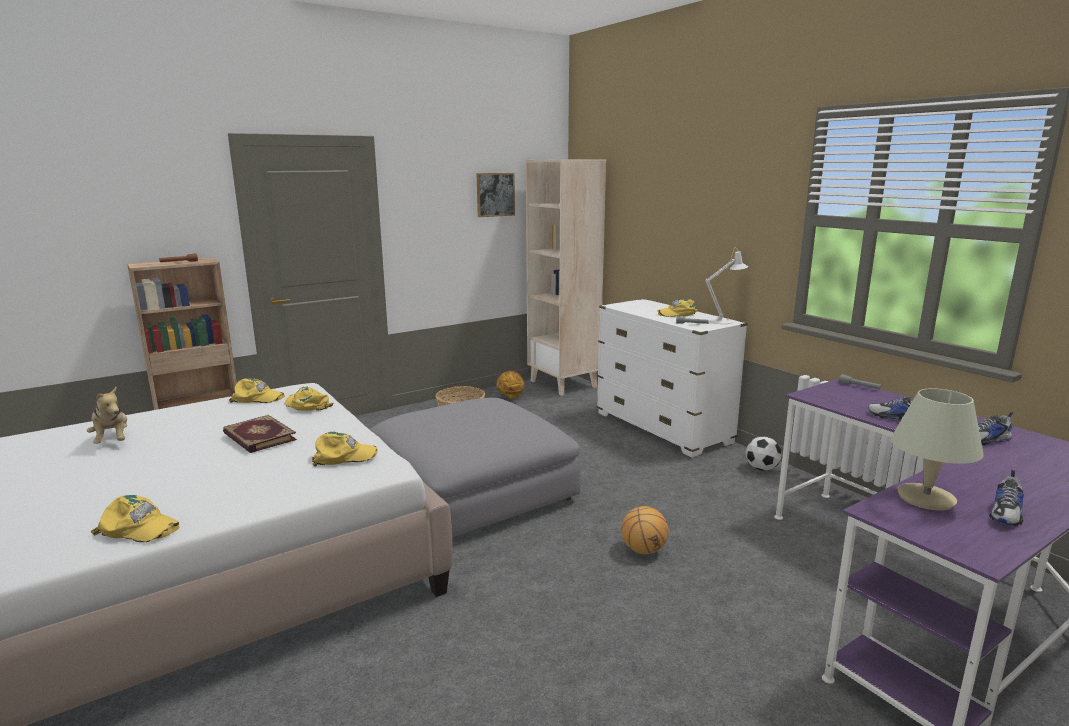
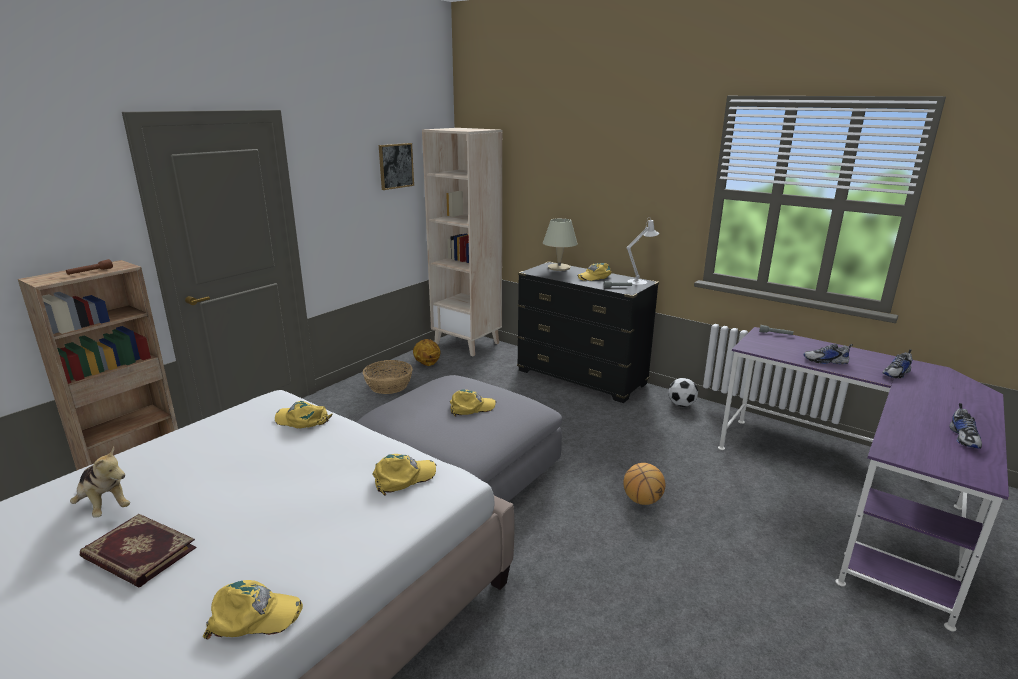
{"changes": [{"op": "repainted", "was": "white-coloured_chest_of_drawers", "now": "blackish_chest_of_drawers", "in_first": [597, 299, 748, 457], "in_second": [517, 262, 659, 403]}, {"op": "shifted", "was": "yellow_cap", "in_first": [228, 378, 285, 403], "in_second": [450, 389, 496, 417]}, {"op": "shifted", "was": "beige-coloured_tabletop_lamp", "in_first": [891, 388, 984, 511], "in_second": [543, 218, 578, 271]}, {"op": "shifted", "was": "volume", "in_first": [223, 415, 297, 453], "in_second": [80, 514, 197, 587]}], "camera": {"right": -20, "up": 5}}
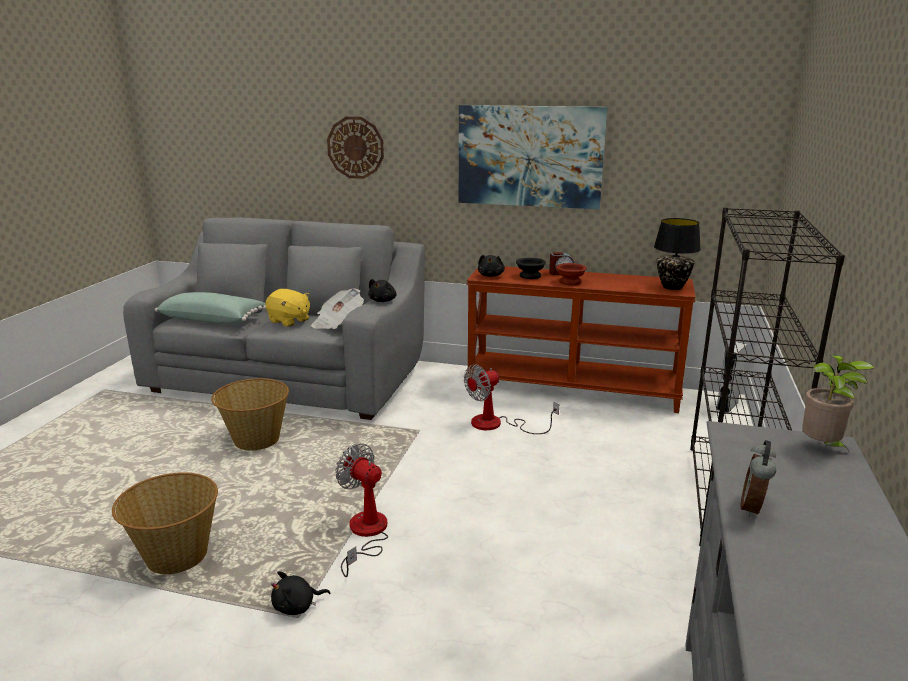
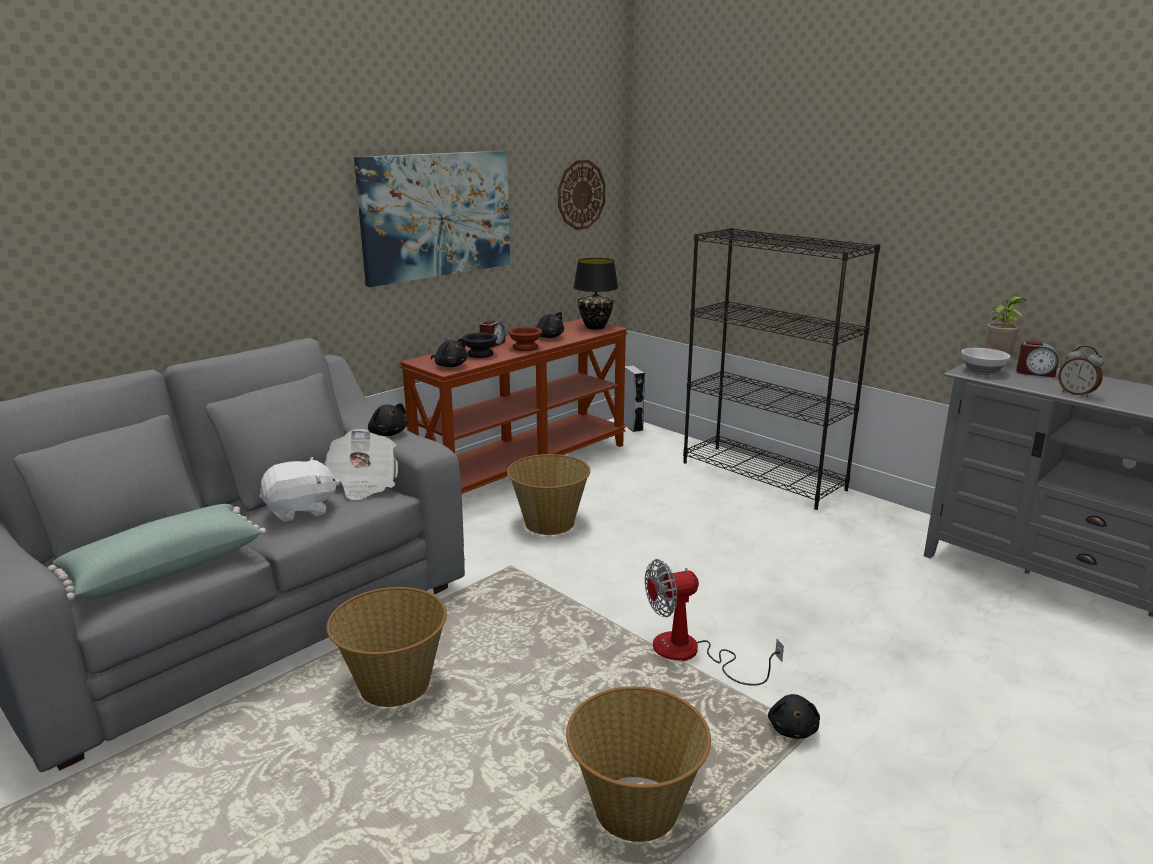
{"changes": [{"op": "shifted", "was": "wall_clock", "in_first": [327, 117, 384, 179], "in_second": [558, 160, 605, 230]}, {"op": "repainted", "was": "yellow_plush_toy", "now": "white-coloured_plush_toy", "in_first": [265, 289, 310, 327], "in_second": [260, 457, 340, 522]}, {"op": "swapped", "was": "fan", "now": "storage_basket", "in_first": [464, 364, 559, 434], "in_second": [507, 454, 590, 535]}, {"op": "new", "now": "blackish_plush_toy", "in_second": [536, 312, 564, 338]}, {"op": "new", "now": "alarm_clock", "in_second": [1016, 341, 1058, 377]}, {"op": "new", "now": "serving_bowl", "in_second": [961, 348, 1010, 375]}], "camera": {"right": -60, "up": 0}}
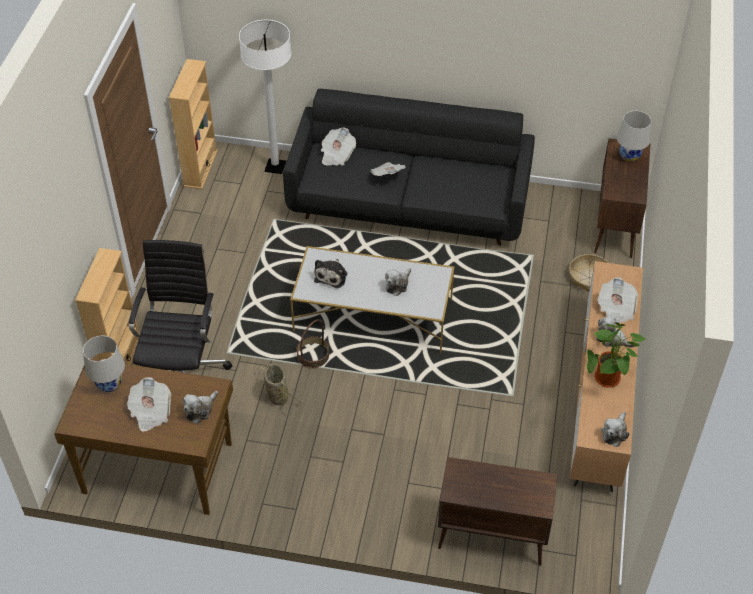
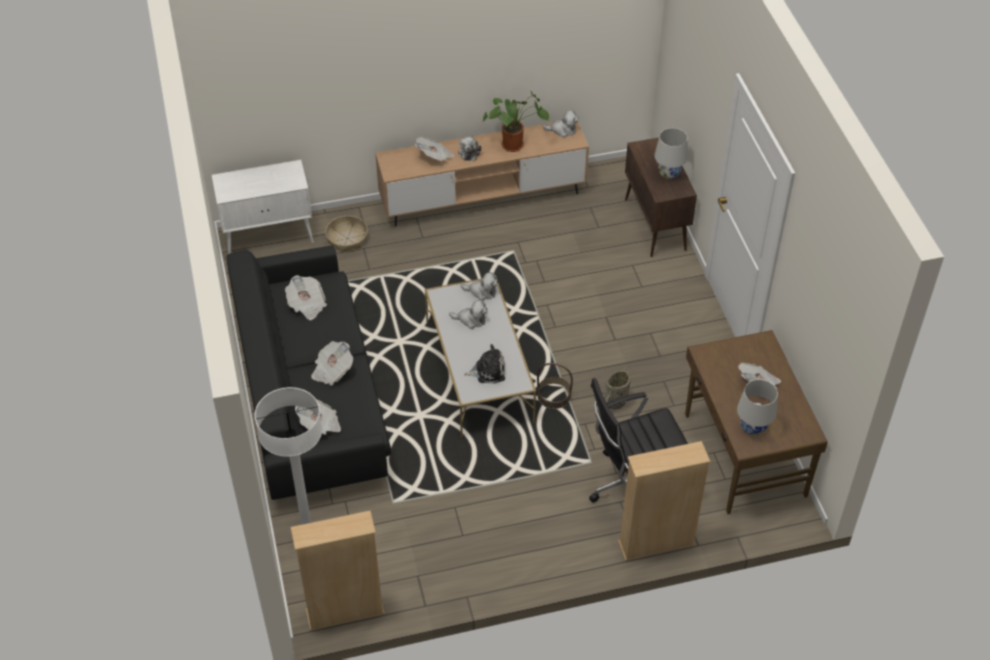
{"changes": [{"op": "shifted", "was": "white-coloured_tabletop_lamp", "in_first": [617, 111, 651, 162], "in_second": [654, 128, 688, 180]}, {"op": "repainted", "was": "brown_storage_cabinet", "now": "white-coloured_storage_cabinet", "in_first": [594, 139, 651, 258], "in_second": [212, 160, 314, 254]}, {"op": "shifted", "was": "plush_toy", "in_first": [183, 391, 218, 424], "in_second": [461, 272, 498, 301]}, {"op": "new", "now": "daily_paper", "in_second": [285, 275, 327, 320]}], "camera": {"right": -115, "up": 0}}
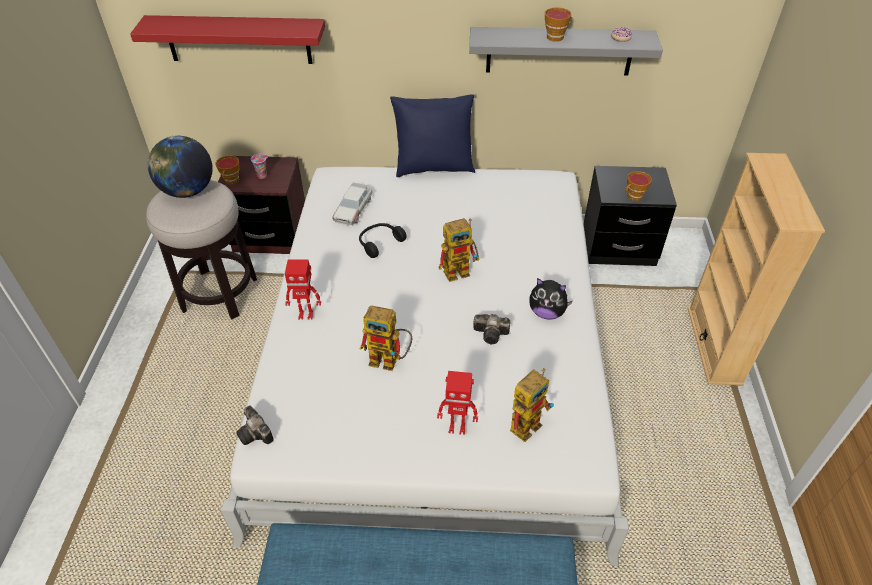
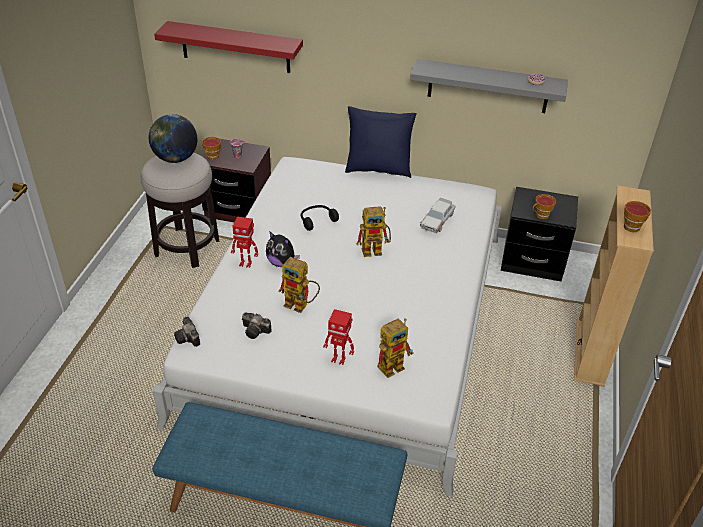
{"changes": [{"op": "shifted", "was": "cup", "in_first": [545, 8, 572, 42], "in_second": [624, 201, 651, 232]}, {"op": "shifted", "was": "model_car", "in_first": [332, 183, 372, 226], "in_second": [420, 198, 455, 234]}, {"op": "shifted", "was": "plush_toy", "in_first": [529, 278, 573, 320], "in_second": [266, 231, 300, 267]}, {"op": "shifted", "was": "photo_camera", "in_first": [473, 314, 510, 344], "in_second": [242, 312, 272, 339]}], "camera": {"right": 10, "up": -5}}
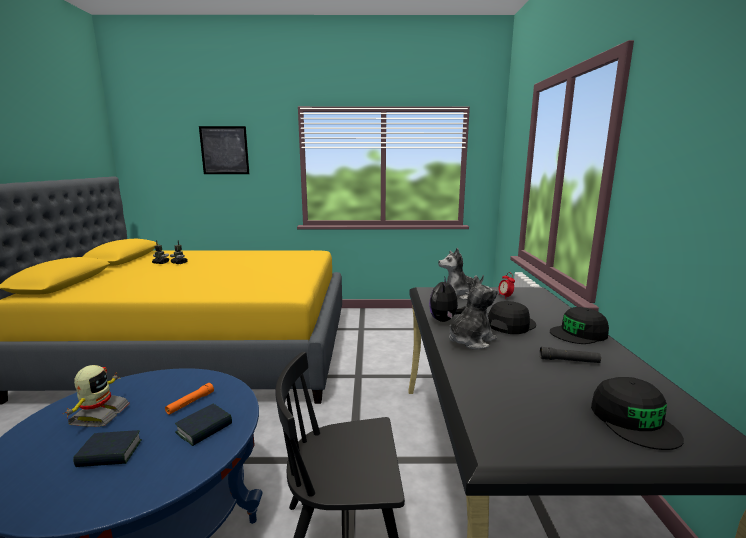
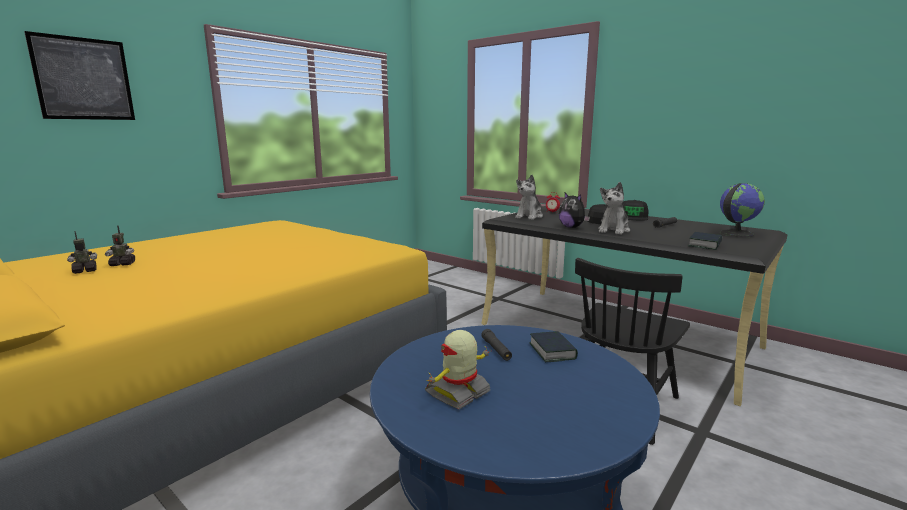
{"changes": [{"op": "rotated", "was": "plush_toy", "in_first": [449, 276, 498, 349], "in_second": [598, 182, 630, 235], "clockwise": -150}, {"op": "rotated", "was": "robot_figure", "in_first": [65, 365, 130, 427], "in_second": [425, 330, 490, 409], "clockwise": -90}, {"op": "swapped", "was": "blackish_cap", "now": "desk_globe", "in_first": [591, 377, 684, 450], "in_second": [720, 183, 765, 237]}, {"op": "repainted", "was": "orange_hand_torch", "now": "blackish_hand_torch", "in_first": [165, 383, 214, 415], "in_second": [481, 329, 512, 361]}, {"op": "shifted", "was": "volume", "in_first": [73, 430, 142, 467], "in_second": [688, 232, 722, 250]}], "camera": {"right": -50, "up": 0}}
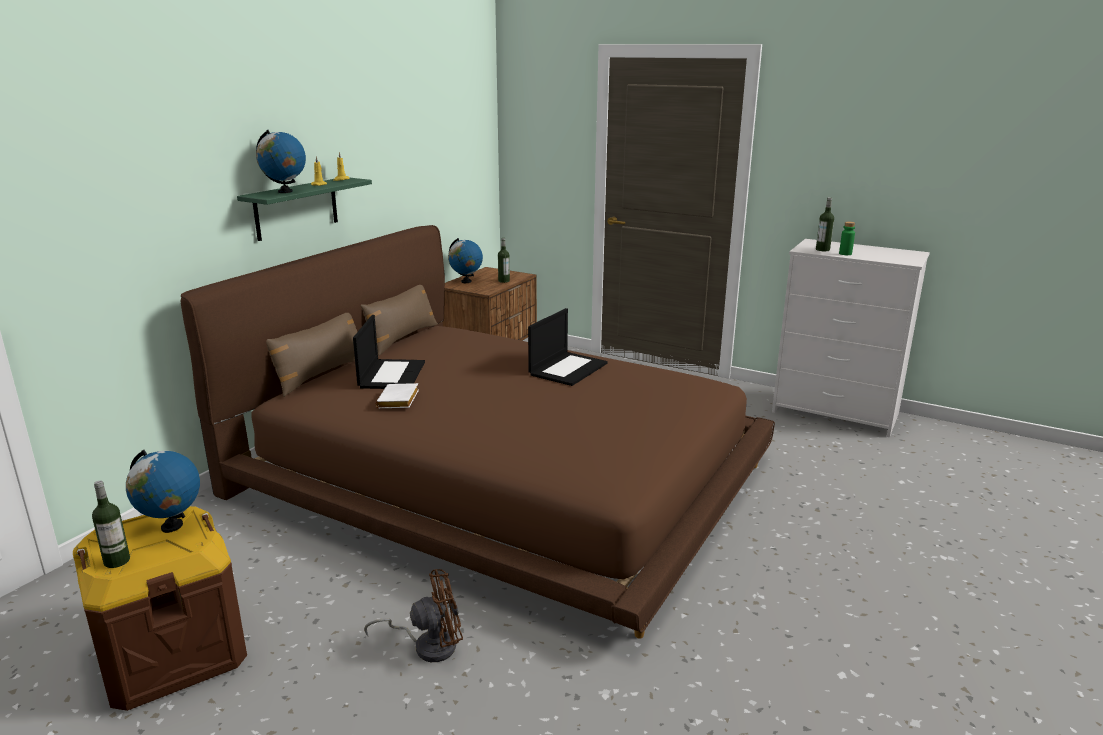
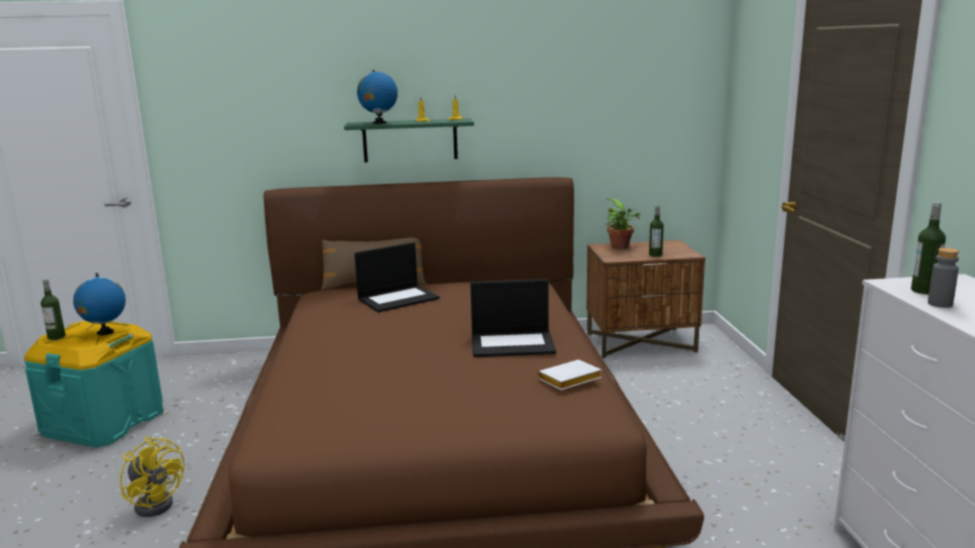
{"changes": [{"op": "repainted", "was": "greenish_beverage_bottle", "now": "greyish_beverage_bottle", "in_first": [839, 222, 855, 255], "in_second": [928, 248, 959, 308]}, {"op": "swapped", "was": "desk_globe", "now": "plant_in_a_pot", "in_first": [448, 238, 483, 283], "in_second": [606, 198, 640, 249]}, {"op": "gone", "was": "brown_throw_pillow", "in_first": [361, 285, 438, 356]}, {"op": "shifted", "was": "white-coloured_volume", "in_first": [376, 383, 419, 408], "in_second": [538, 360, 602, 390]}, {"op": "repainted", "was": "brown_storage_bin", "now": "turquoise_storage_bin", "in_first": [73, 506, 247, 711], "in_second": [24, 321, 163, 448]}, {"op": "repainted", "was": "brown_fan", "now": "yellow_fan", "in_first": [364, 569, 463, 662], "in_second": [120, 437, 185, 517]}], "camera": {"right": 55, "up": -5}}
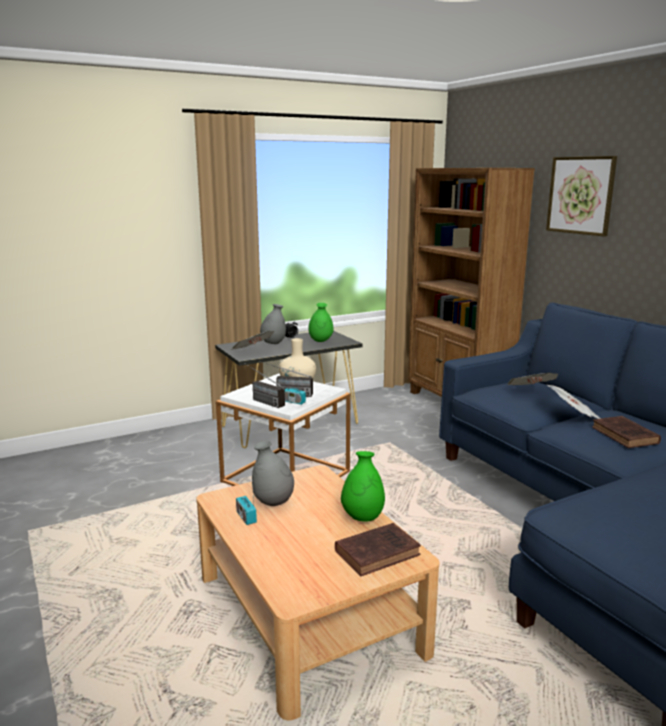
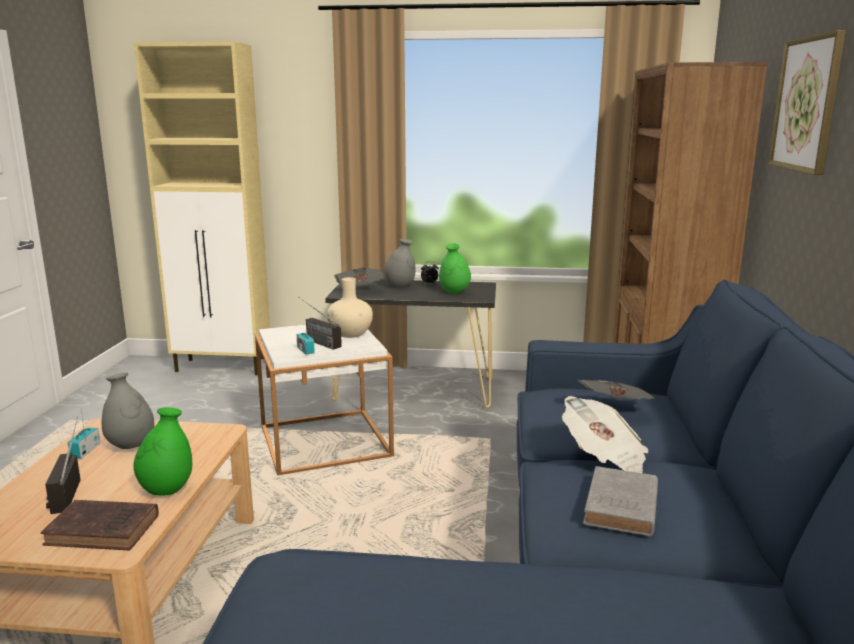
{"changes": [{"op": "shifted", "was": "radio", "in_first": [244, 363, 285, 408], "in_second": [45, 417, 81, 514]}, {"op": "repainted", "was": "brown_volume", "now": "greyish_volume", "in_first": [592, 416, 661, 448], "in_second": [583, 466, 658, 536]}, {"op": "new", "now": "beige-coloured_storage_cabinet", "in_second": [134, 42, 270, 375]}], "camera": {"right": 35, "up": 0}}
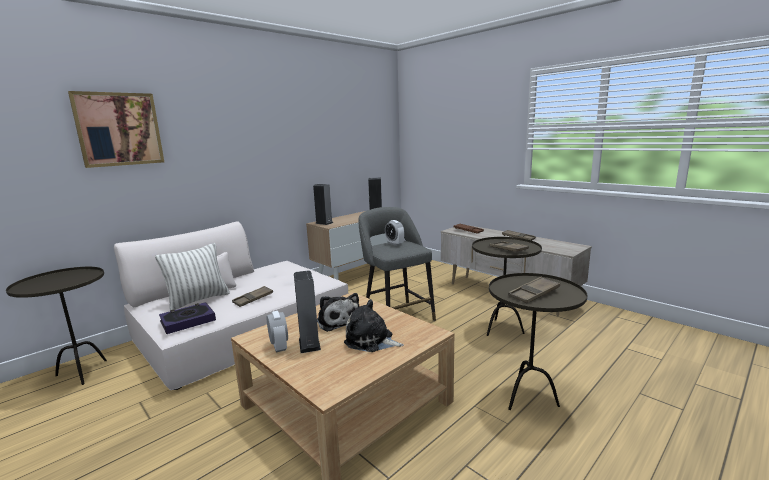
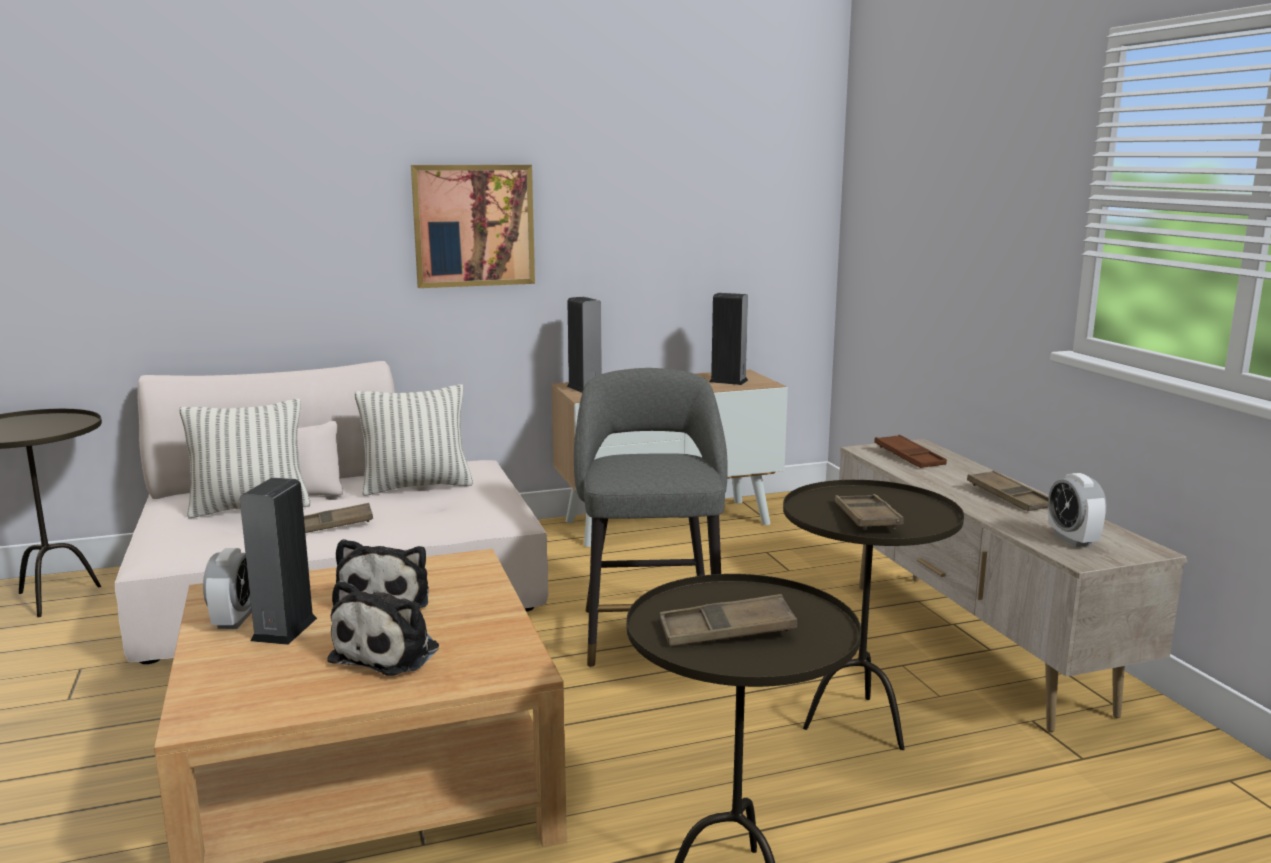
{"changes": [{"op": "shifted", "was": "wall_art", "in_first": [68, 91, 164, 168], "in_second": [411, 165, 535, 288]}, {"op": "shifted", "was": "alarm_clock", "in_first": [385, 220, 404, 246], "in_second": [1048, 473, 1107, 547]}, {"op": "rotated", "was": "plush_toy", "in_first": [344, 299, 404, 352], "in_second": [327, 580, 439, 676], "clockwise": -120}, {"op": "gone", "was": "volume", "in_first": [159, 302, 216, 334]}, {"op": "new", "now": "throw_pillow", "in_second": [355, 384, 473, 496]}], "camera": {"right": 25, "up": 0}}
